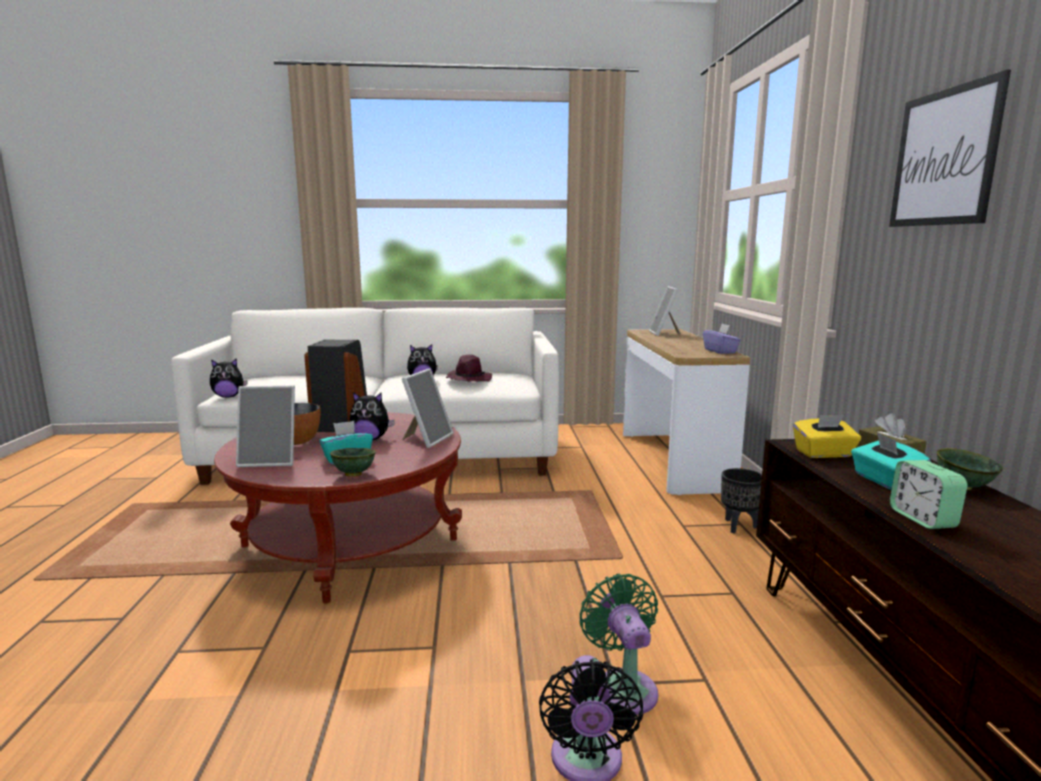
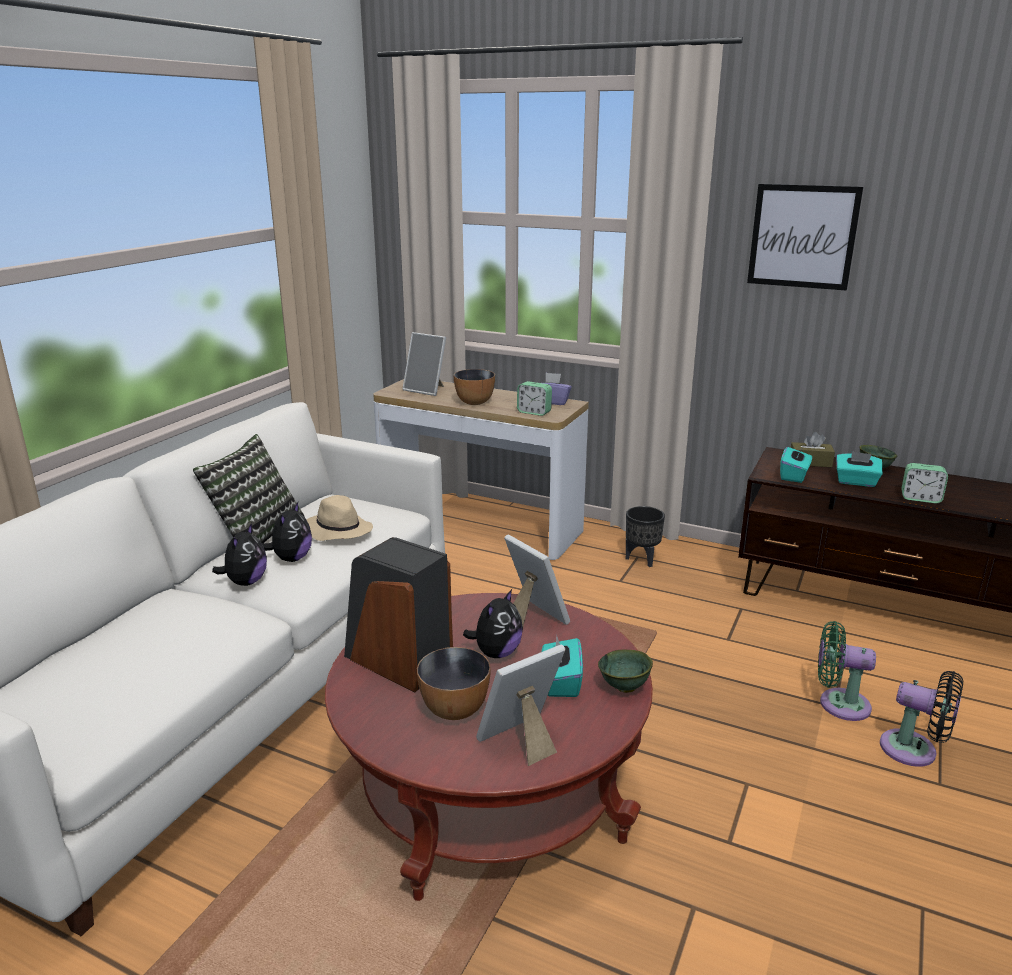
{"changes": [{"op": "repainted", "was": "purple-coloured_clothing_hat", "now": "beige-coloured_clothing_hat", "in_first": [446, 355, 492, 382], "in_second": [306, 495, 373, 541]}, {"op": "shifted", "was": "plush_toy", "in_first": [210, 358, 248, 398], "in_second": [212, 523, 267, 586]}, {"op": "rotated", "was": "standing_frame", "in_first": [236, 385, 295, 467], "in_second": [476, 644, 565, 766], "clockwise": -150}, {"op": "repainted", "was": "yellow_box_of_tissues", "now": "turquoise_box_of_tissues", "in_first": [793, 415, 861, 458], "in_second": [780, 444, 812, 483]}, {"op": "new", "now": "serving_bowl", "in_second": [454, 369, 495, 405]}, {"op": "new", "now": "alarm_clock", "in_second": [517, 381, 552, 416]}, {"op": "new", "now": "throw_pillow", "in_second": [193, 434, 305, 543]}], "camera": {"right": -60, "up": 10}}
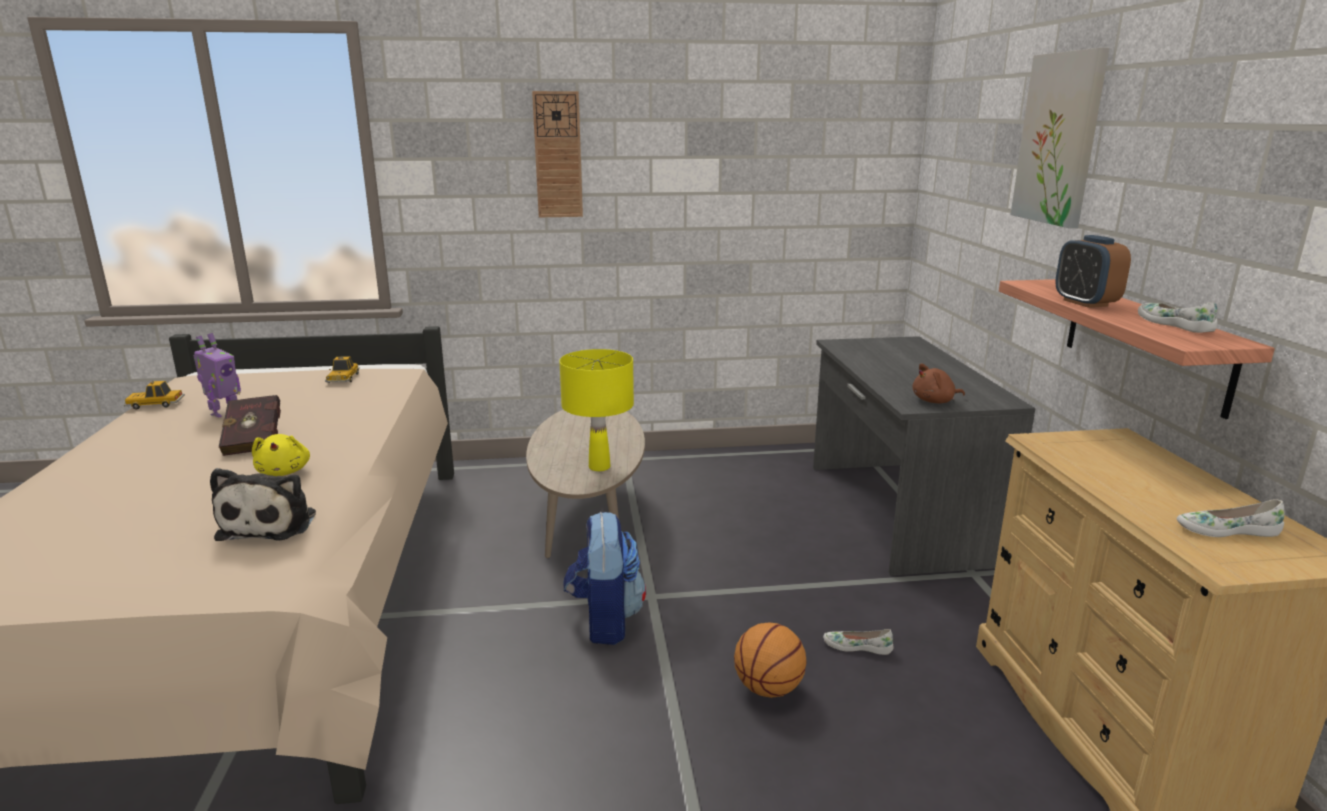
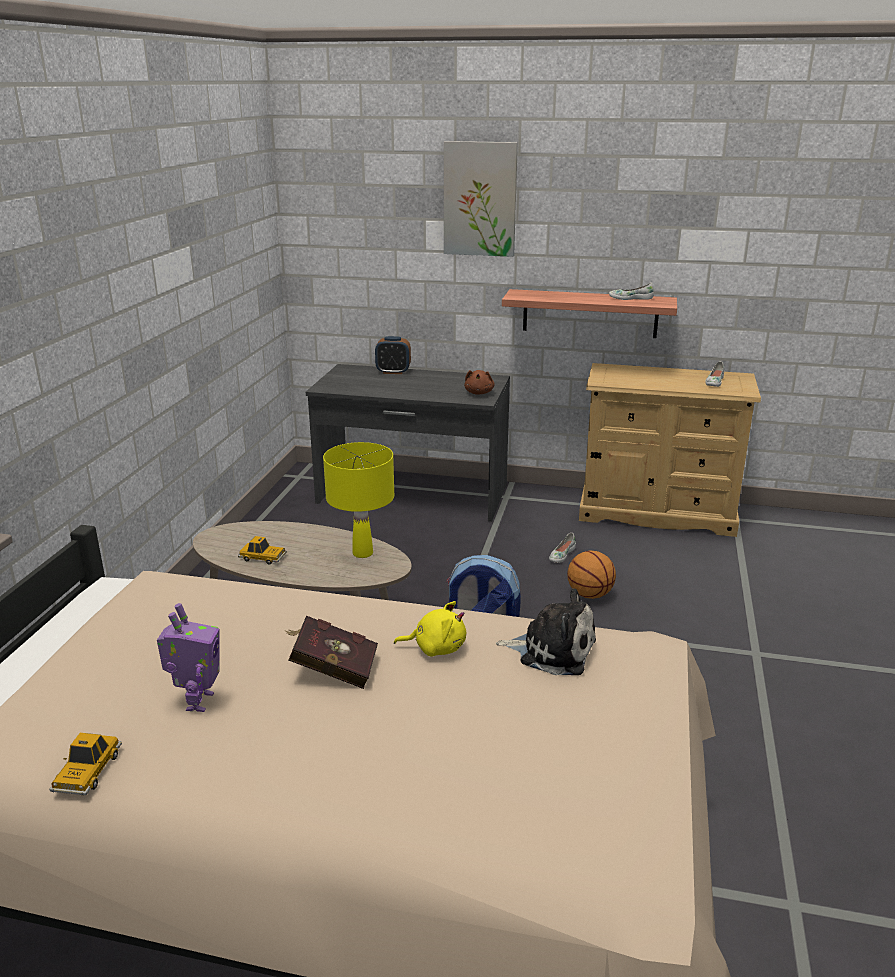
{"changes": [{"op": "gone", "was": "wall_clock", "in_first": [532, 91, 583, 217]}, {"op": "shifted", "was": "alarm_clock", "in_first": [1055, 235, 1131, 308], "in_second": [375, 336, 411, 374]}, {"op": "rotated", "was": "robot_figure", "in_first": [194, 333, 241, 417], "in_second": [157, 603, 220, 712], "clockwise": 45}, {"op": "shifted", "was": "model_car", "in_first": [325, 356, 360, 383], "in_second": [238, 536, 287, 565]}], "camera": {"right": -70, "up": 5}}
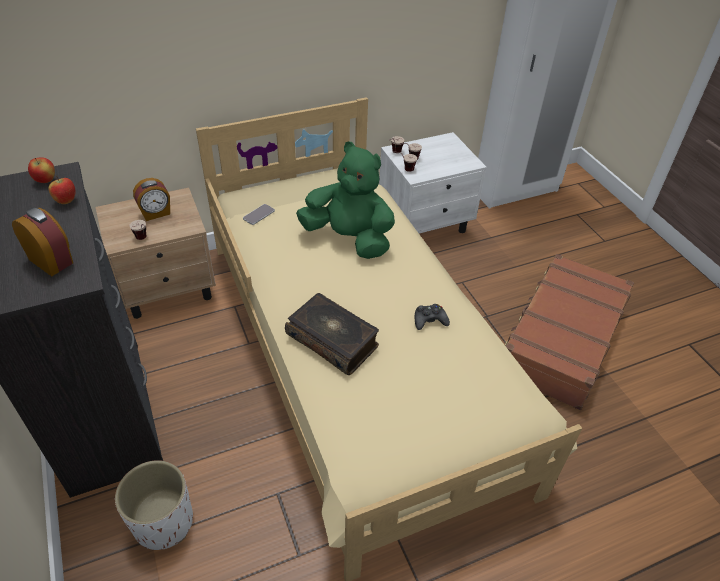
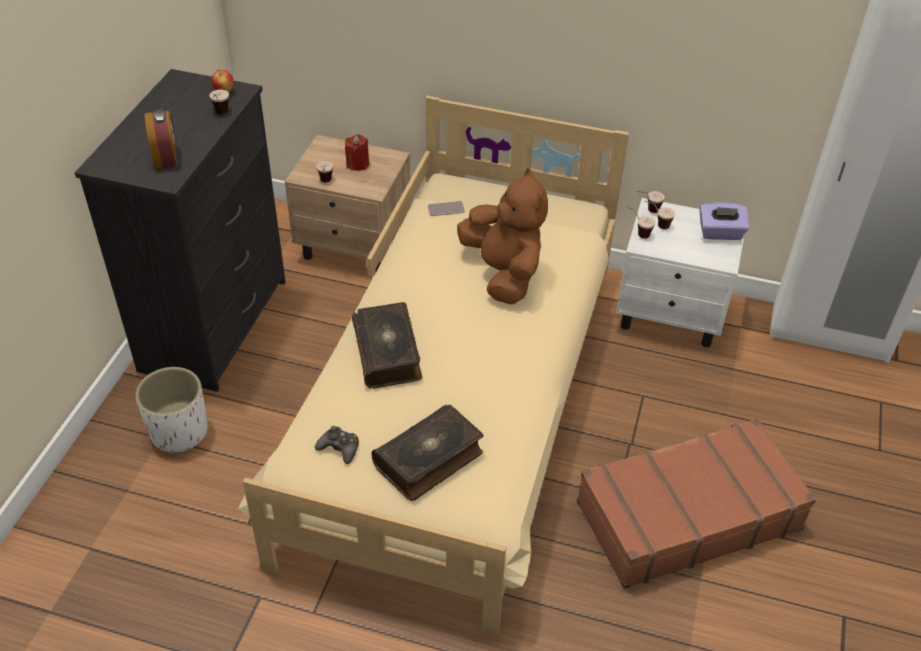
{"changes": [{"op": "repainted", "was": "greenish_plush_toy", "now": "brown_plush_toy", "in_first": [296, 142, 395, 259], "in_second": [457, 168, 548, 304]}, {"op": "swapped", "was": "whole_apple", "now": "cup", "in_first": [49, 176, 75, 204], "in_second": [209, 90, 229, 114]}, {"op": "swapped", "was": "alarm_clock", "now": "red_wax_candle", "in_first": [133, 178, 170, 221], "in_second": [345, 134, 369, 171]}, {"op": "shifted", "was": "blackish_joypad", "in_first": [415, 304, 450, 330], "in_second": [315, 426, 359, 464]}, {"op": "new", "now": "purple-coloured_box_of_tissues", "in_second": [699, 202, 749, 240]}, {"op": "new", "now": "volume", "in_second": [372, 404, 484, 501]}], "camera": {"right": 40, "up": 0}}
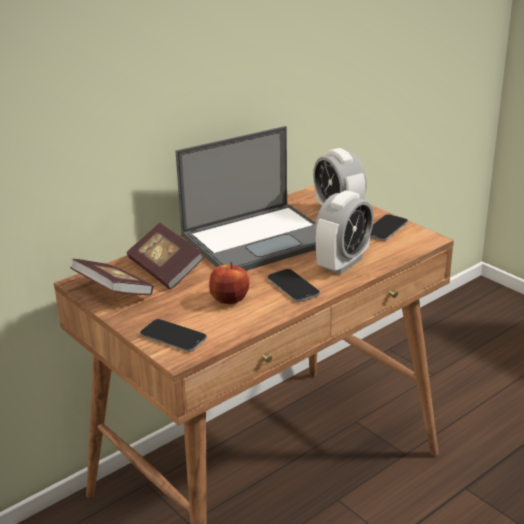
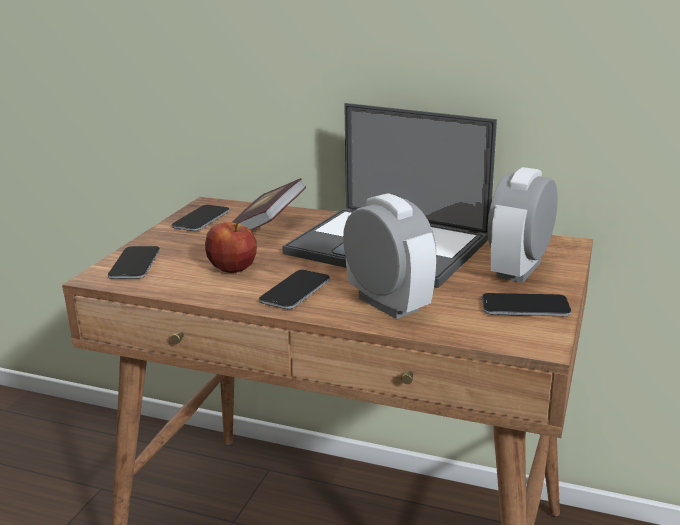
{"changes": [{"op": "rotated", "was": "alarm_clock", "in_first": [314, 191, 374, 274], "in_second": [343, 193, 436, 319], "clockwise": -135}, {"op": "swapped", "was": "volume", "now": "phone", "in_first": [70, 259, 153, 295], "in_second": [172, 205, 229, 231]}], "camera": {"right": 60, "up": -5}}
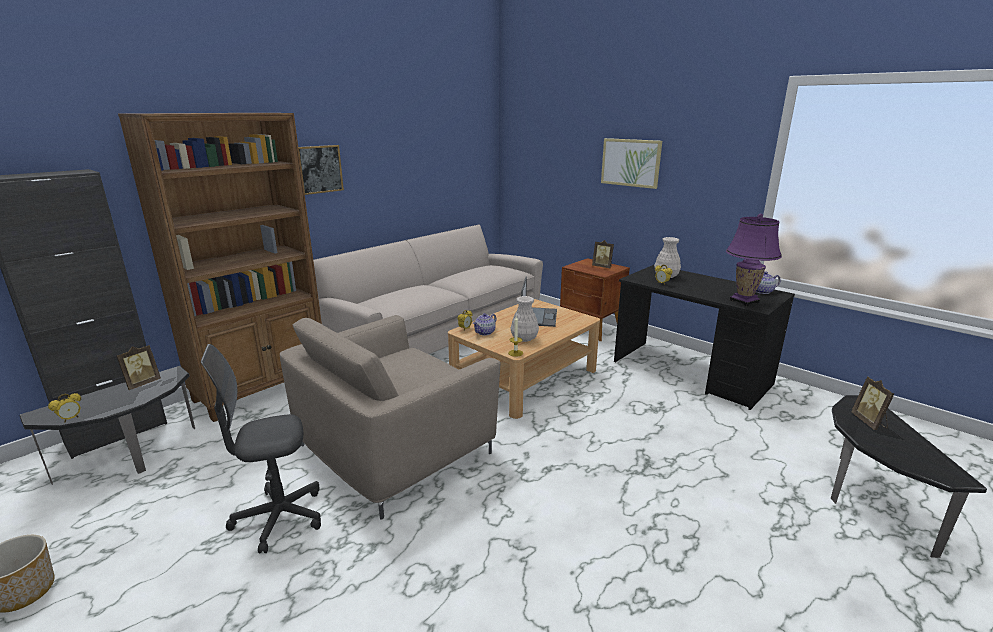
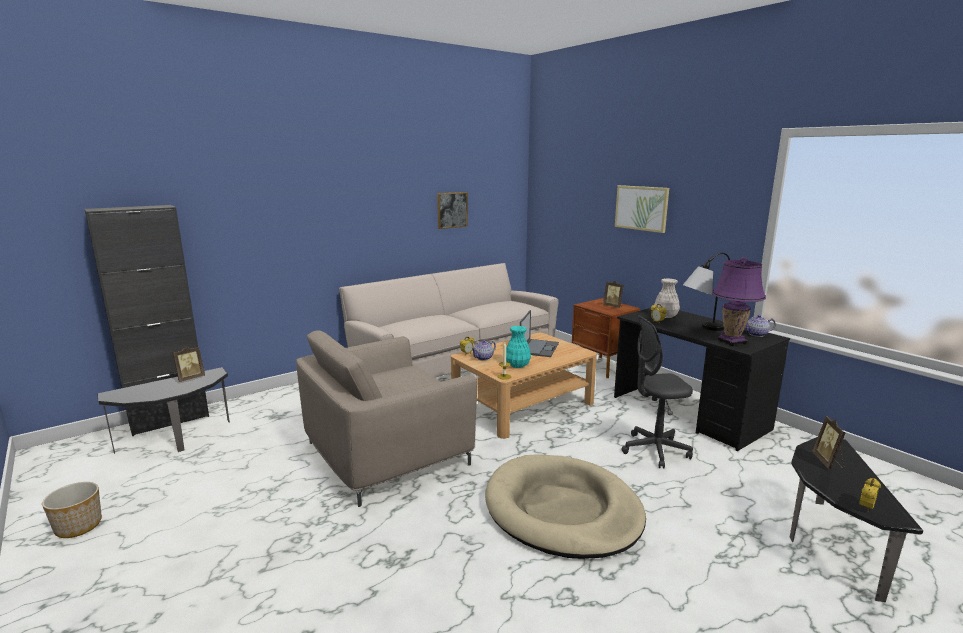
{"changes": [{"op": "gone", "was": "brown_bookshelf", "in_first": [118, 113, 322, 422]}, {"op": "shifted", "was": "wall_art", "in_first": [298, 145, 344, 195], "in_second": [437, 192, 468, 229]}, {"op": "repainted", "was": "white-coloured_flower_vase", "now": "turquoise_flower_vase", "in_first": [510, 296, 539, 342], "in_second": [506, 326, 531, 368]}, {"op": "shifted", "was": "greyish_office_chair", "in_first": [201, 344, 321, 553], "in_second": [622, 315, 693, 469]}, {"op": "shifted", "was": "alarm_clock", "in_first": [48, 393, 81, 422], "in_second": [859, 478, 881, 512]}, {"op": "new", "now": "tabletop_lamp", "in_second": [683, 253, 730, 331]}, {"op": "new", "now": "beige-coloured_dog_bed", "in_second": [485, 454, 646, 559]}], "camera": {"right": 10, "up": -5}}
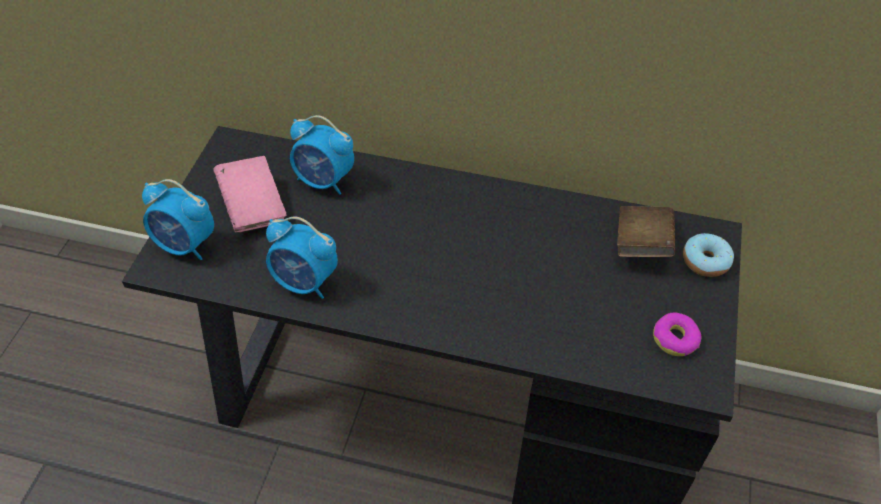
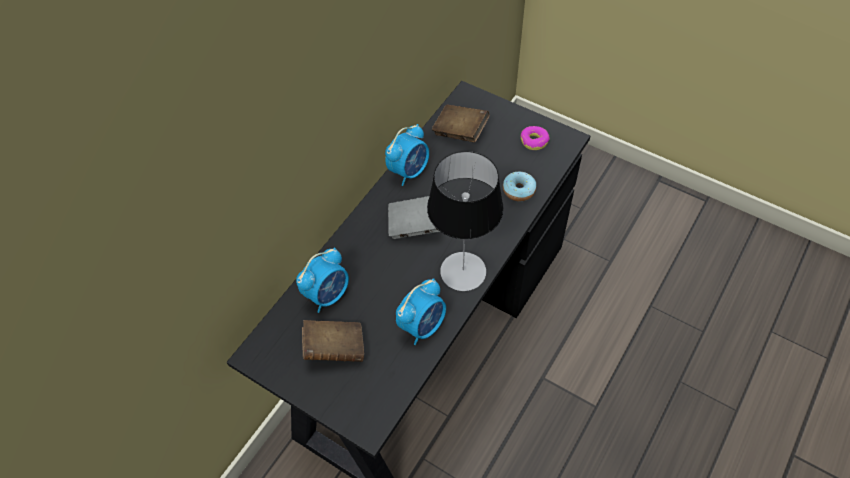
{"changes": [{"op": "repainted", "was": "pink-coloured_volume", "now": "brown_volume", "in_first": [213, 156, 287, 233], "in_second": [302, 320, 364, 362]}, {"op": "shifted", "was": "alarm_clock", "in_first": [142, 179, 214, 260], "in_second": [385, 124, 429, 186]}, {"op": "shifted", "was": "donut", "in_first": [683, 233, 734, 277], "in_second": [503, 172, 536, 201]}, {"op": "new", "now": "tabletop_lamp", "in_second": [427, 151, 504, 291]}, {"op": "new", "now": "greyish_volume", "in_second": [388, 196, 440, 239]}], "camera": {"right": -70, "up": 5}}
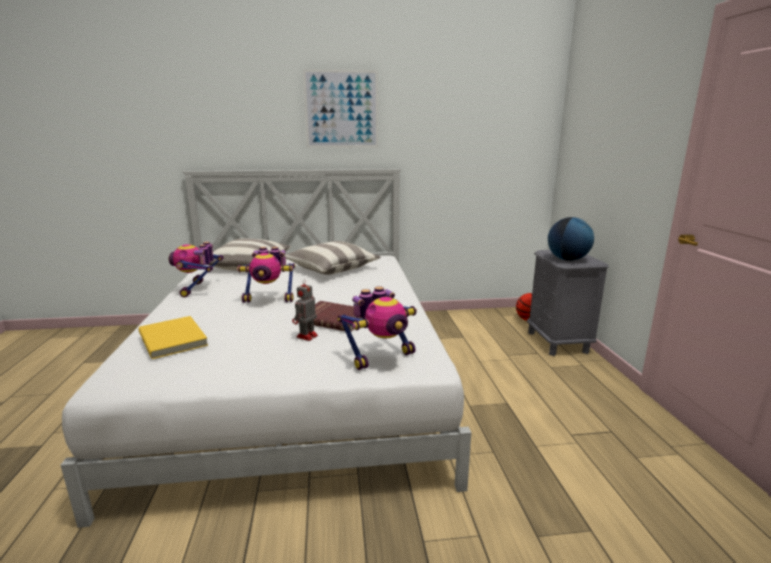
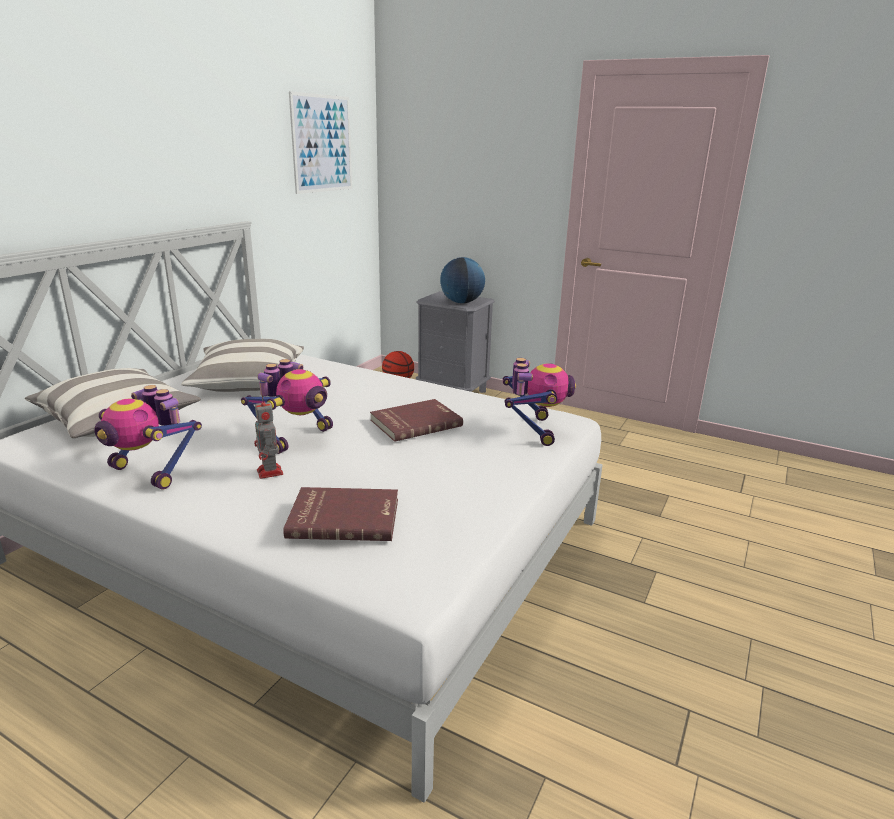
{"changes": [{"op": "shifted", "was": "wall_art", "in_first": [303, 69, 378, 148], "in_second": [289, 91, 352, 194]}, {"op": "shifted", "was": "robot_figure", "in_first": [292, 279, 318, 341], "in_second": [254, 395, 283, 479]}, {"op": "repainted", "was": "yellow_volume", "now": "red_volume", "in_first": [139, 316, 208, 359], "in_second": [284, 487, 398, 541]}], "camera": {"right": -55, "up": 5}}
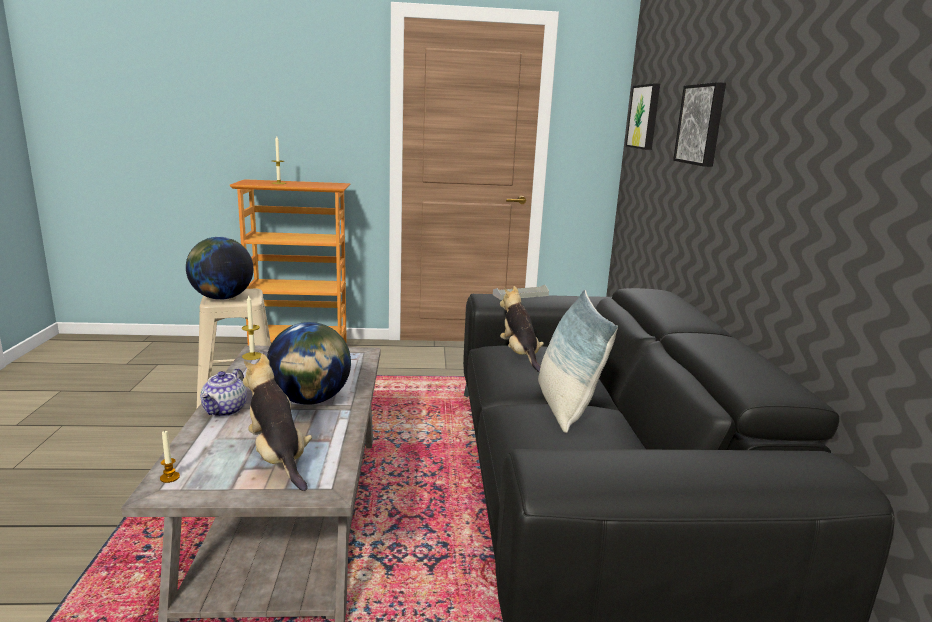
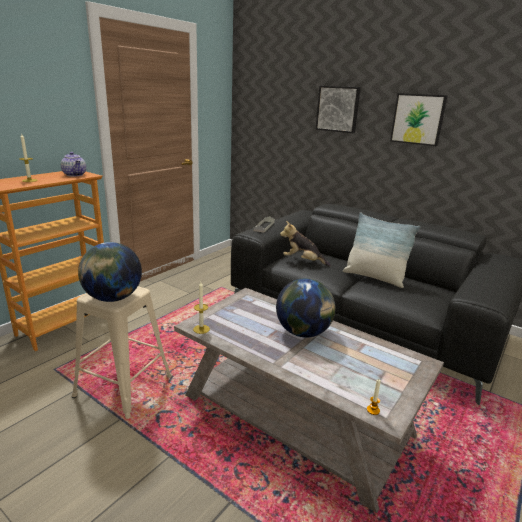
{"changes": [{"op": "shifted", "was": "wall_art", "in_first": [626, 83, 660, 150], "in_second": [390, 93, 448, 146]}, {"op": "gone", "was": "plush_toy", "in_first": [243, 353, 312, 491]}, {"op": "shifted", "was": "teapot", "in_first": [200, 368, 247, 417], "in_second": [61, 152, 86, 176]}], "camera": {"right": -50, "up": 5}}
